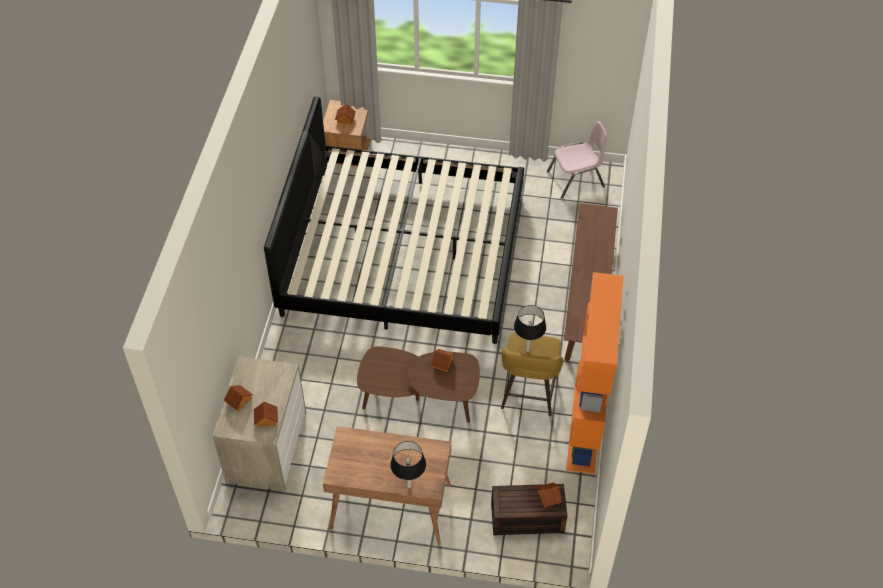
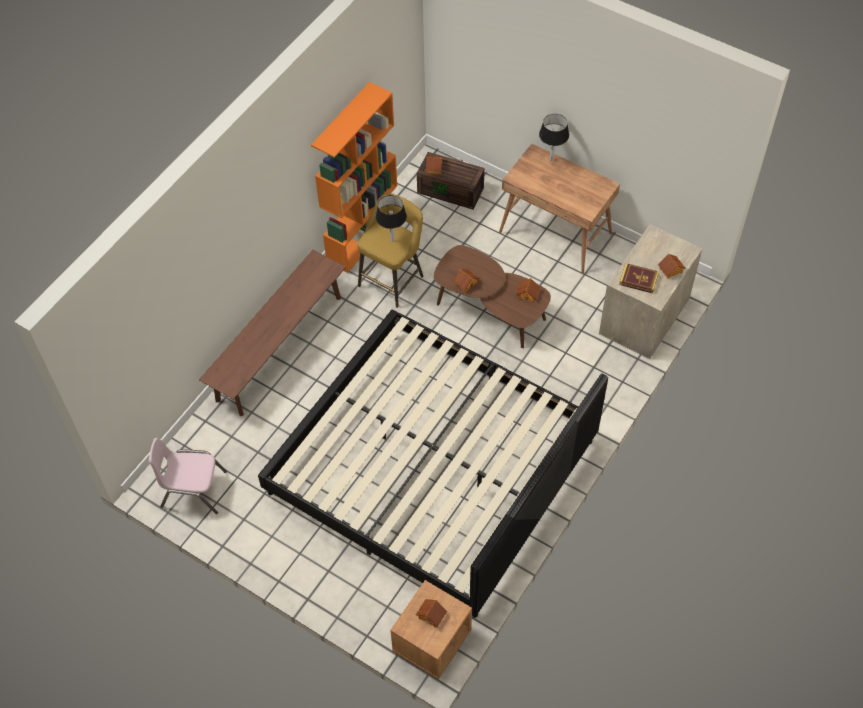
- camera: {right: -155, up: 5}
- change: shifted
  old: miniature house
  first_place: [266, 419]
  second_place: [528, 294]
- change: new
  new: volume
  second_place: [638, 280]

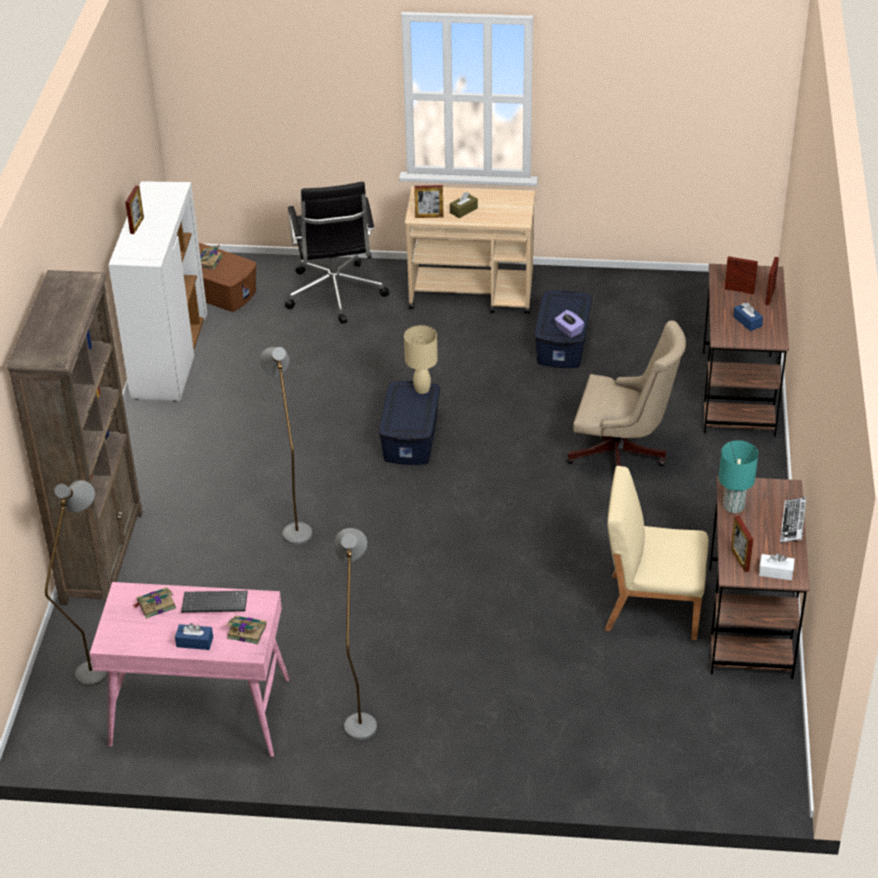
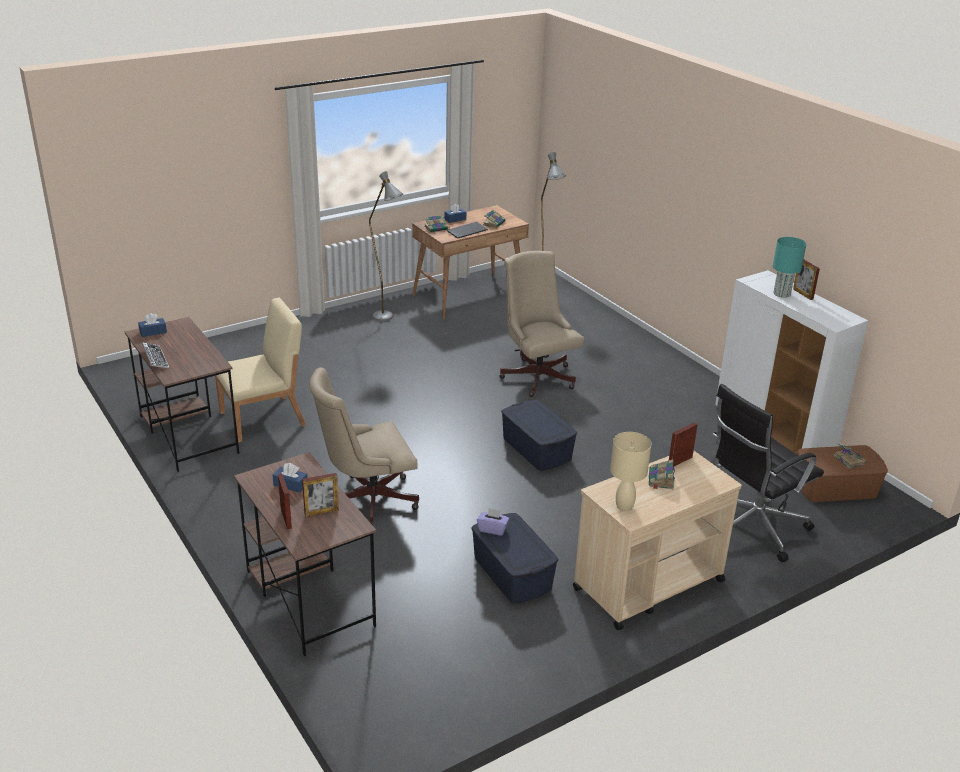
- camera: {right: 140, up: -10}
- change: rotated
  old: office chair/black
  first_place: [335, 295]
  second_place: [751, 528]
  degrees: -75
- change: swapped
  old: tissue holder/brown
  new: volume
  first_place: [463, 210]
  second_place: [661, 480]
- change: gone
  old: bookcase/brown
  first_place: [102, 556]
- change: shifted
  old: tabletop lamp/sand-coloured
  first_place: [421, 389]
  second_place: [624, 506]
- change: swapped
  old: standard lamp/greyish
  new: office chair/sand-coloured
  first_place: [294, 527]
  second_place: [536, 375]
- change: shifted
  old: tabletop lamp/turquoise-coloured
  first_place: [734, 506]
  second_place: [781, 294]
- change: gone
  old: picture frame
  first_place: [740, 559]
- change: repainted
  old: tissue holder/white
  new: tissue holder/blue-coloured
  first_place: [775, 572]
  second_place: [153, 332]
- change: repainted
  old: desk/pink-coloured
  new: desk/brown
  first_place: [199, 713]
  second_place: [469, 296]

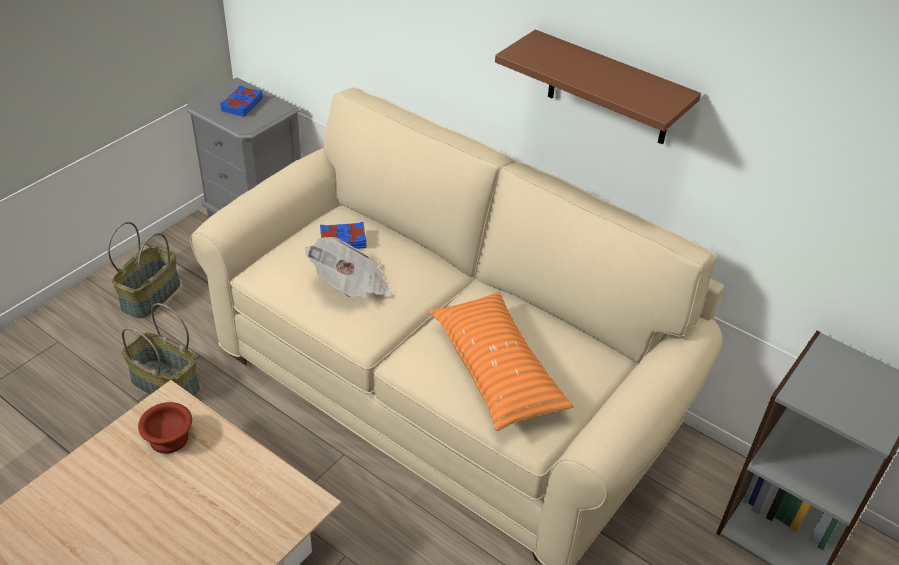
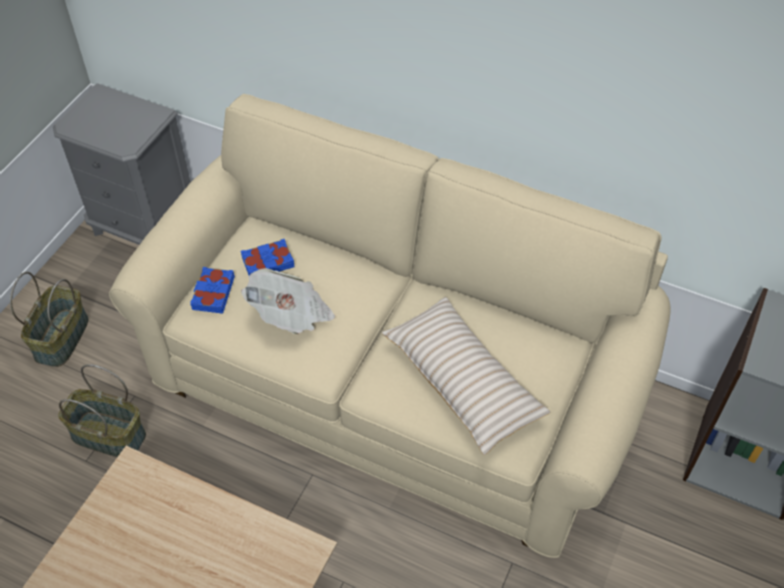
- camera: {right: -10, up: 10}
- change: gone
  old: bracket shelf/brown
  first_place: [609, 89]
- change: shifted
  old: volume/blue-coloured
  first_place: [241, 105]
  second_place: [212, 293]
- change: repainted
  old: cushion/orangey
  new: cushion/sand-coloured
  first_place: [496, 370]
  second_place: [462, 382]
- change: gone
  old: deep dish/brown
  first_place: [167, 439]

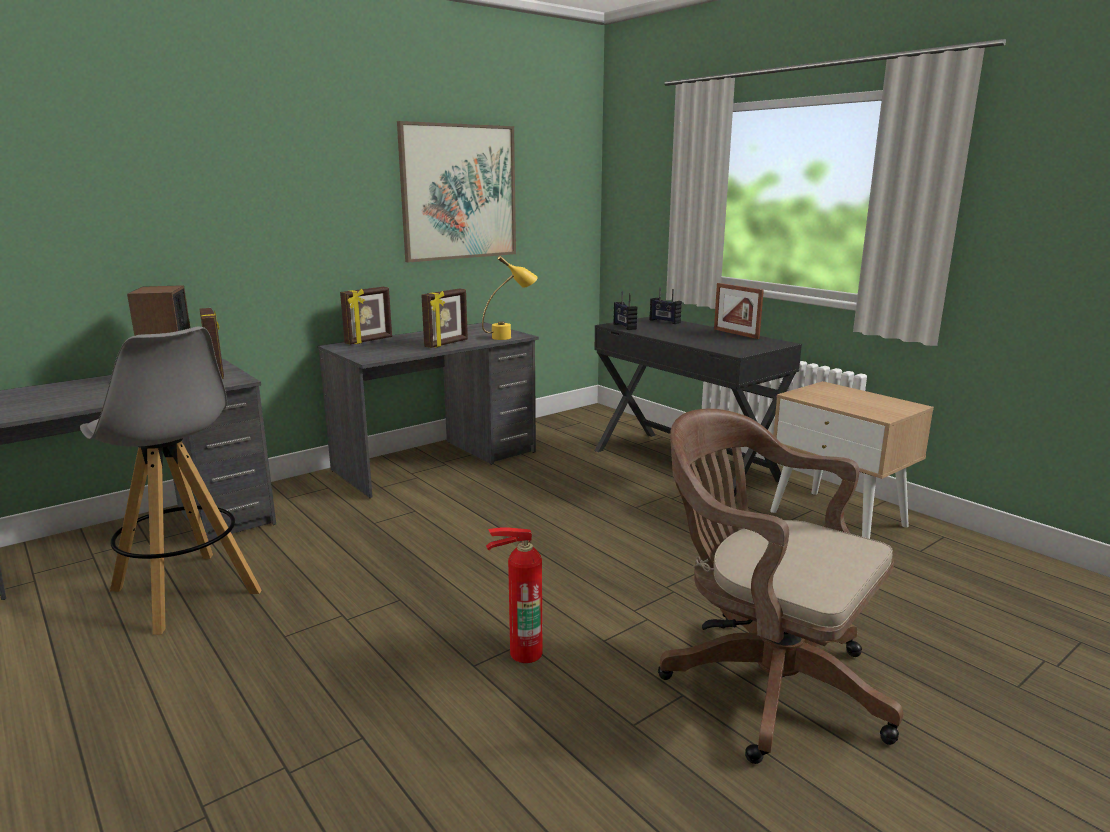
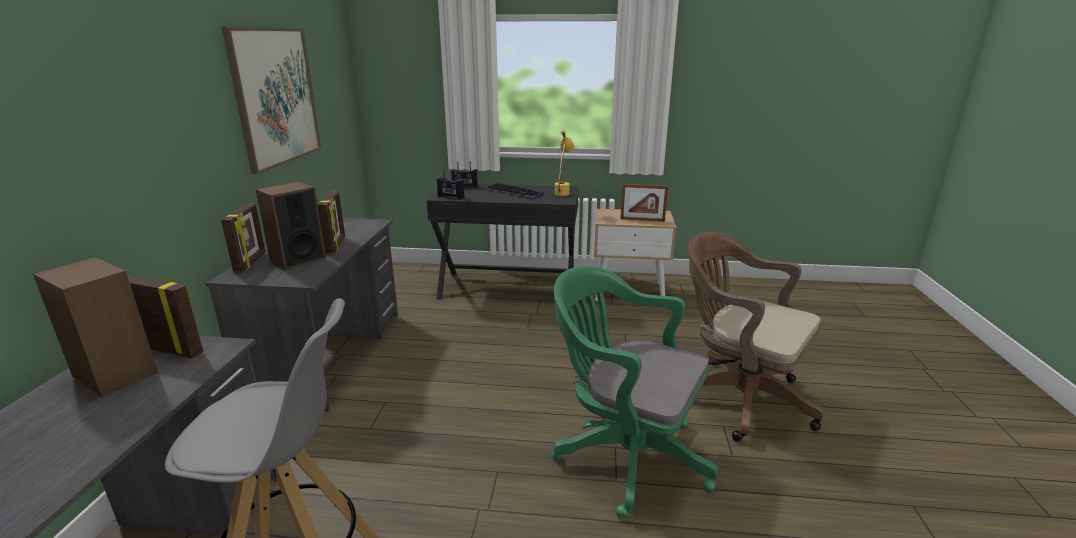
- camera: {right: -45, up: 5}
- change: shifted
  old: tabletop lamp/yellow
  first_place: [510, 336]
  second_place: [563, 192]
- change: shifted
  old: picture frame
  first_place: [736, 334]
  second_place: [642, 220]
- change: rotated
  old: office chair/brown
  first_place: [763, 682]
  second_place: [737, 397]
  degrees: 45
- change: swapped
  old: fire extinguisher
  new: office chair/green
  first_place: [522, 652]
  second_place: [624, 454]
- change: new
  new: loudspeaker
  second_place: [298, 260]
- change: new
  new: keyboard
  second_place: [514, 192]

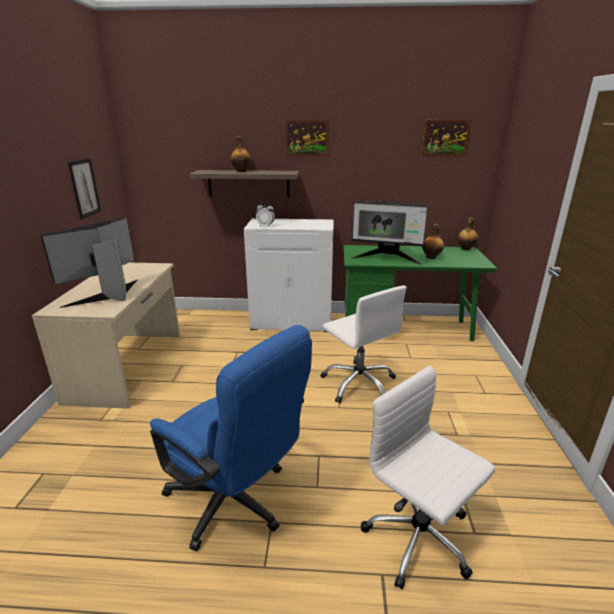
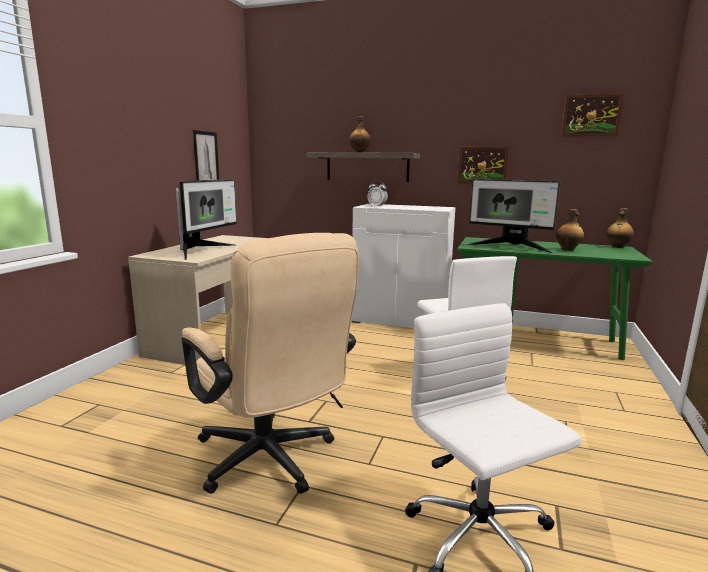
- camera: {right: 15, up: -10}
- change: shifted
  old: picture
  first_place: [307, 138]
  second_place: [482, 165]
- change: rotated
  old: monitor
  first_place: [108, 295]
  second_place: [203, 251]
  degrees: 150
- change: repainted
  old: office chair/blue-coloured
  new: office chair/sand-coloured
  first_place: [236, 503]
  second_place: [271, 461]

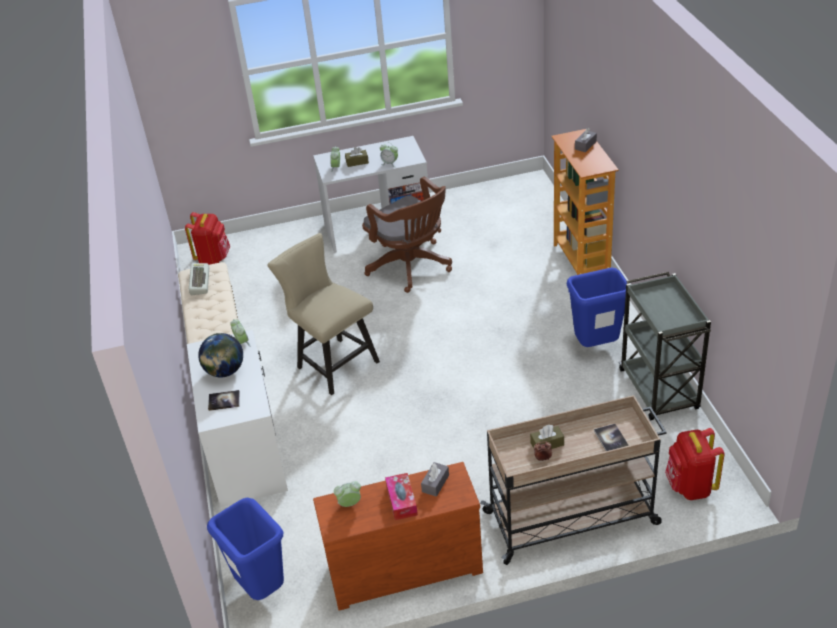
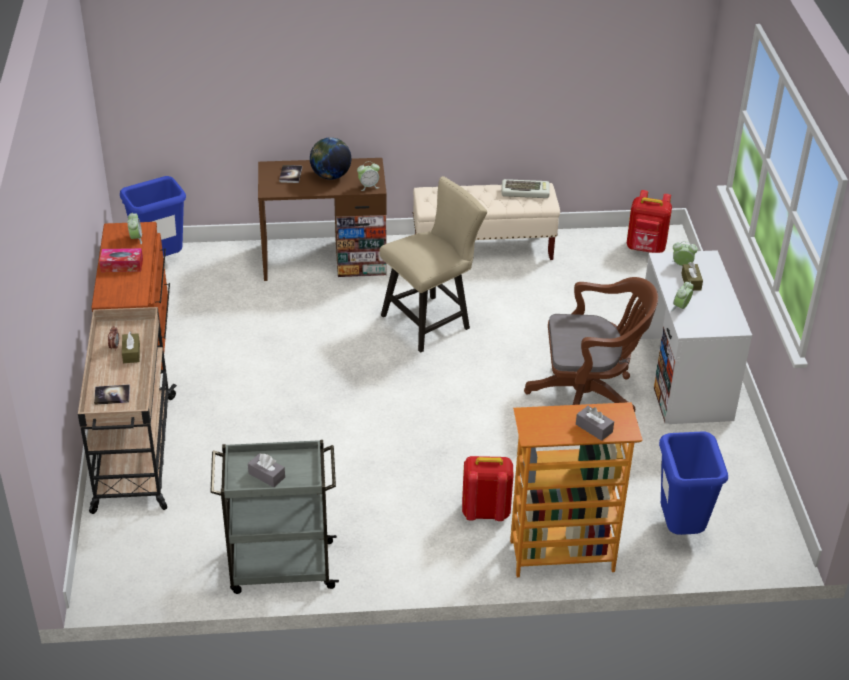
- camera: {right: 95, up: 0}
- change: rotated
  old: office chair/brown
  first_place: [411, 267]
  second_place: [589, 397]
  degrees: -150
- change: shifted
  old: trash can/blue-coloured
  first_place: [596, 346]
  second_place: [680, 529]
- change: repainted
  old: desk/white
  new: desk/brown
  first_place: [245, 452]
  second_place: [324, 259]
- change: shifted
  old: knapsack/red
  first_place: [690, 487]
  second_place: [485, 511]
- change: shifted
  old: tissue holder/greyish
  first_place: [435, 483]
  second_place: [266, 475]

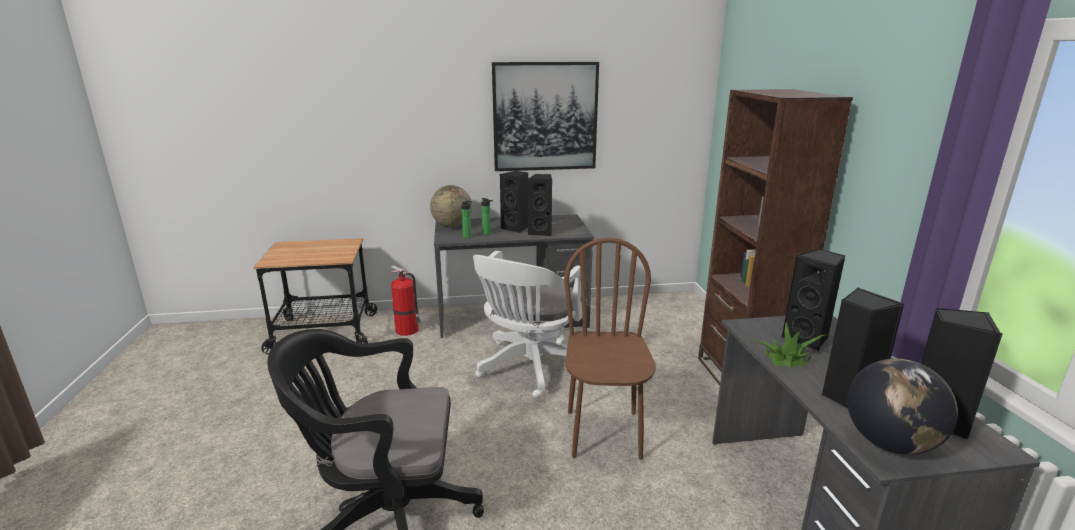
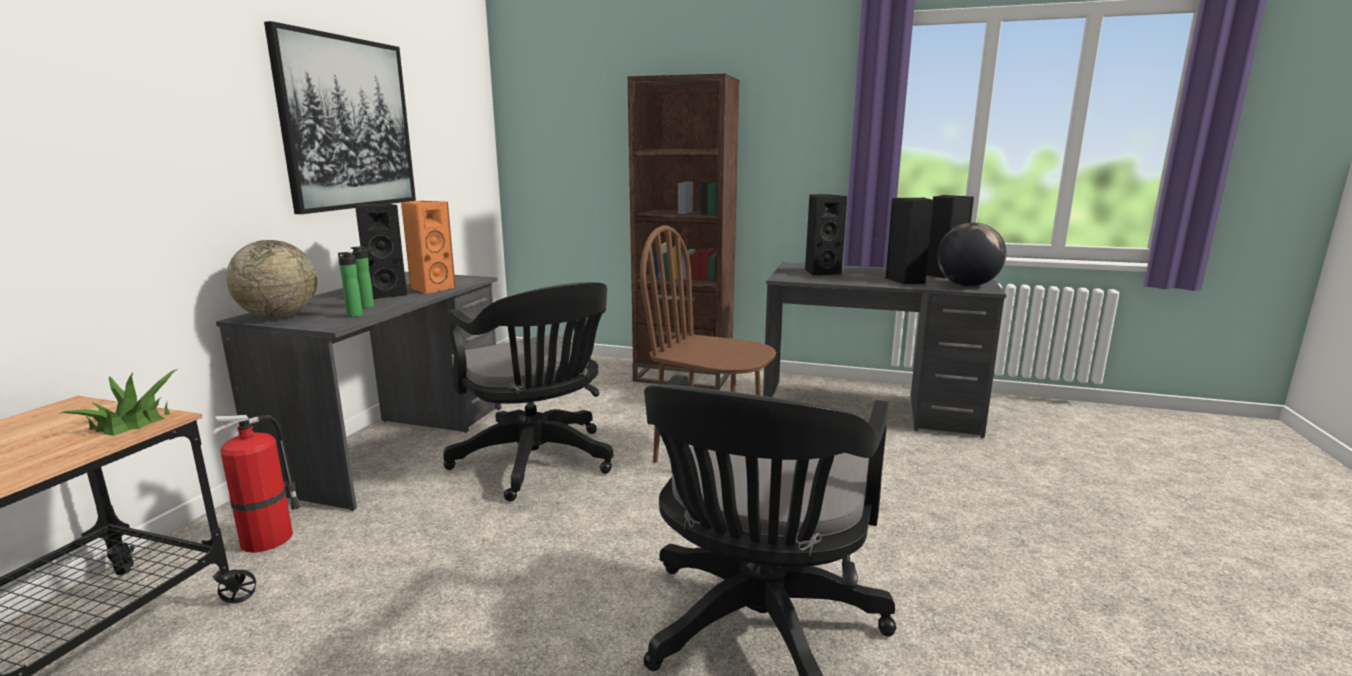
- camera: {right: -65, up: -5}
- change: repainted
  old: loudspeaker/black
  new: loudspeaker/orangey
  first_place: [541, 232]
  second_place: [431, 288]
- change: repainted
  old: office chair/white
  new: office chair/black
  first_place: [529, 368]
  second_place: [538, 463]
- change: shifted
  old: houseplant
  first_place: [787, 358]
  second_place: [131, 422]

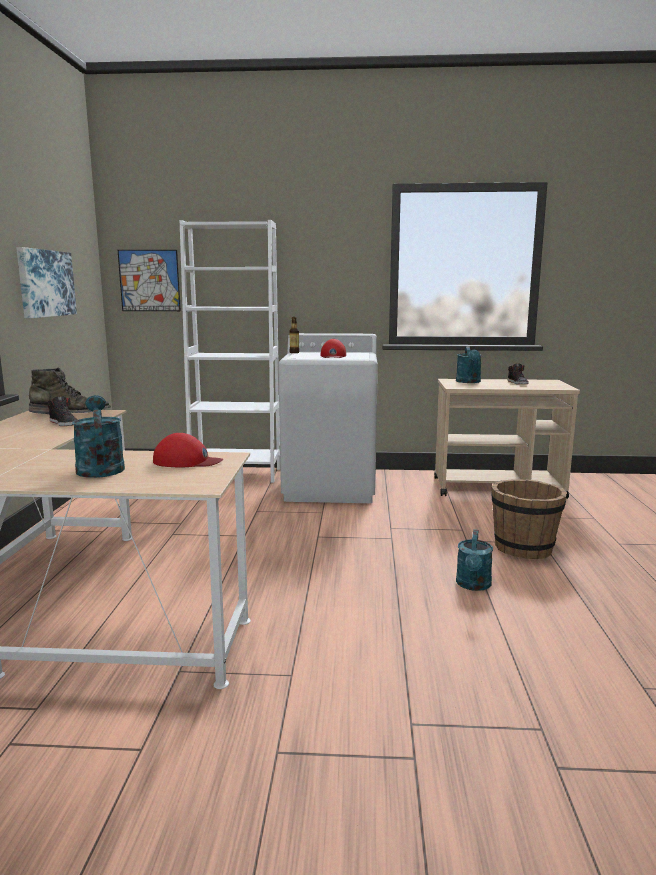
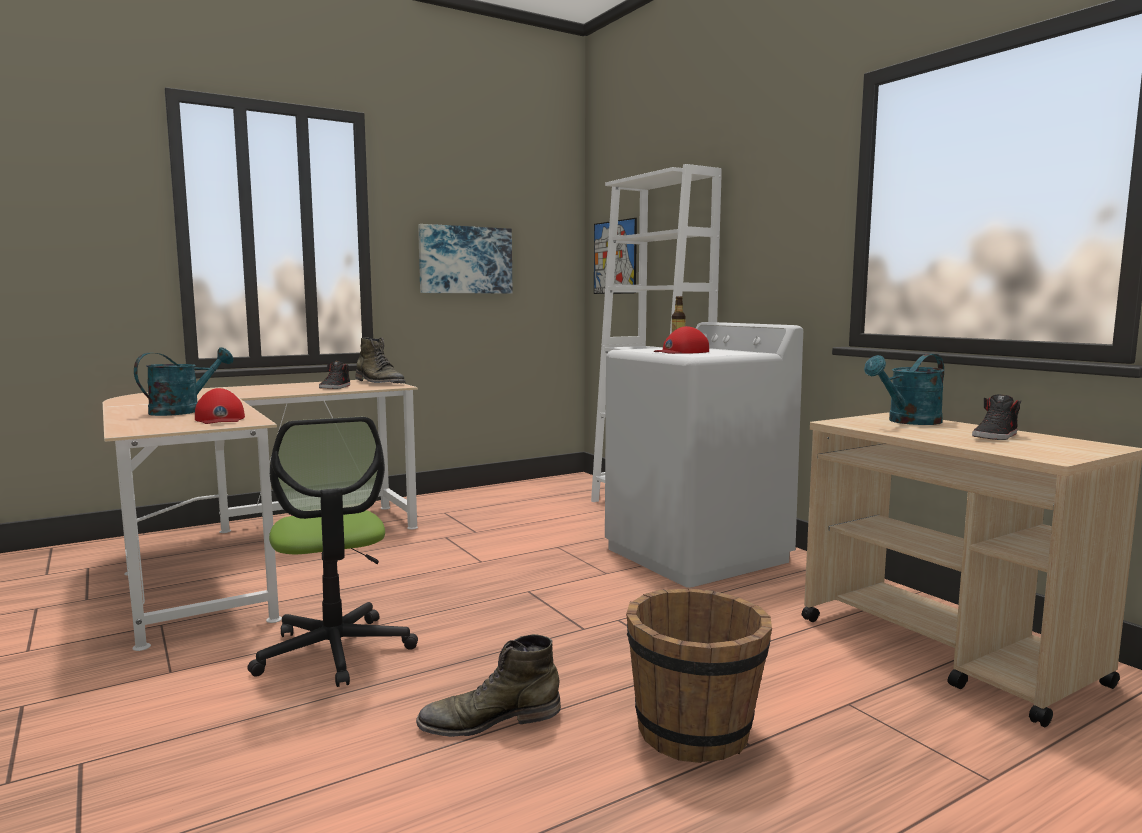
- camera: {right: 55, up: -5}
- change: swapped
  old: sprinkling can/turquoise-coloured
  new: boot/green
  first_place: [473, 585]
  second_place: [489, 720]
- change: new
  new: office chair
  second_place: [335, 651]

